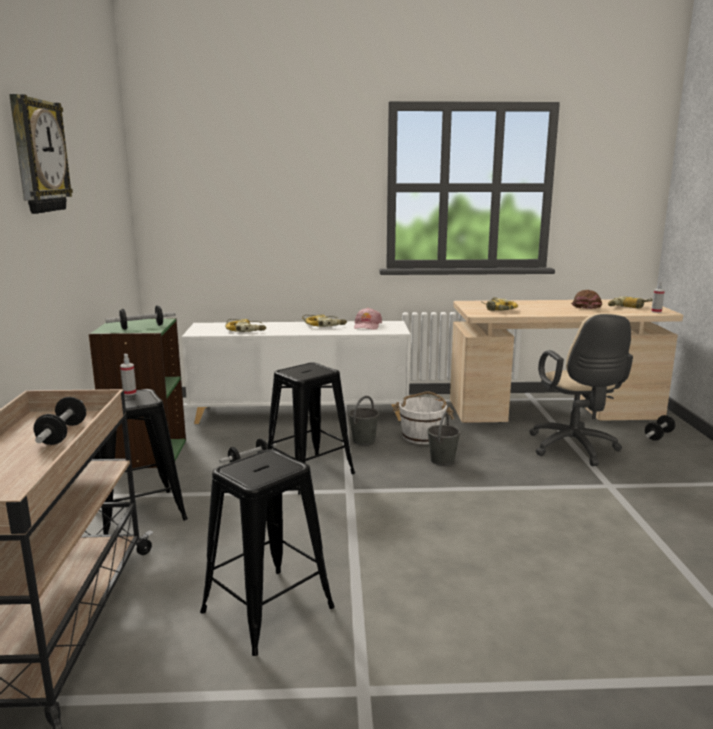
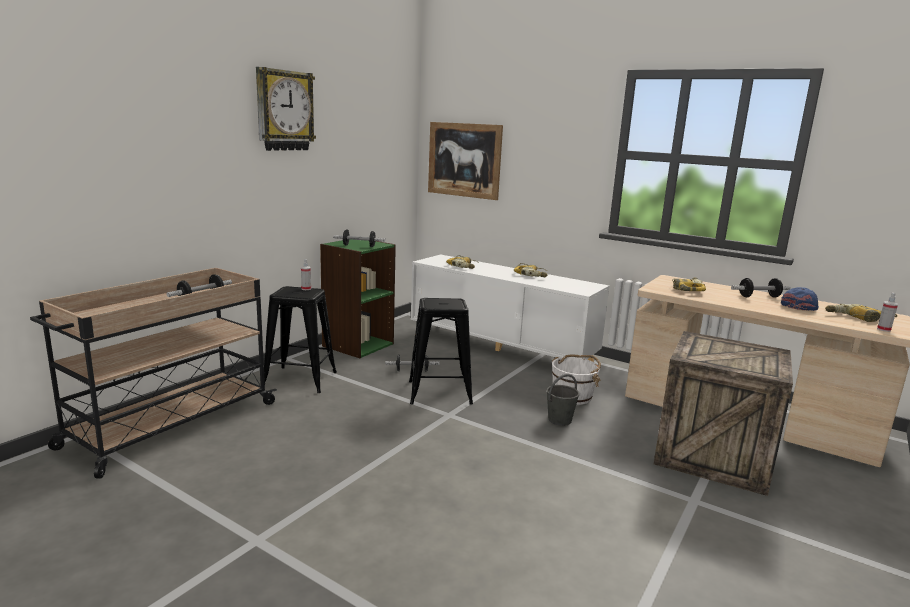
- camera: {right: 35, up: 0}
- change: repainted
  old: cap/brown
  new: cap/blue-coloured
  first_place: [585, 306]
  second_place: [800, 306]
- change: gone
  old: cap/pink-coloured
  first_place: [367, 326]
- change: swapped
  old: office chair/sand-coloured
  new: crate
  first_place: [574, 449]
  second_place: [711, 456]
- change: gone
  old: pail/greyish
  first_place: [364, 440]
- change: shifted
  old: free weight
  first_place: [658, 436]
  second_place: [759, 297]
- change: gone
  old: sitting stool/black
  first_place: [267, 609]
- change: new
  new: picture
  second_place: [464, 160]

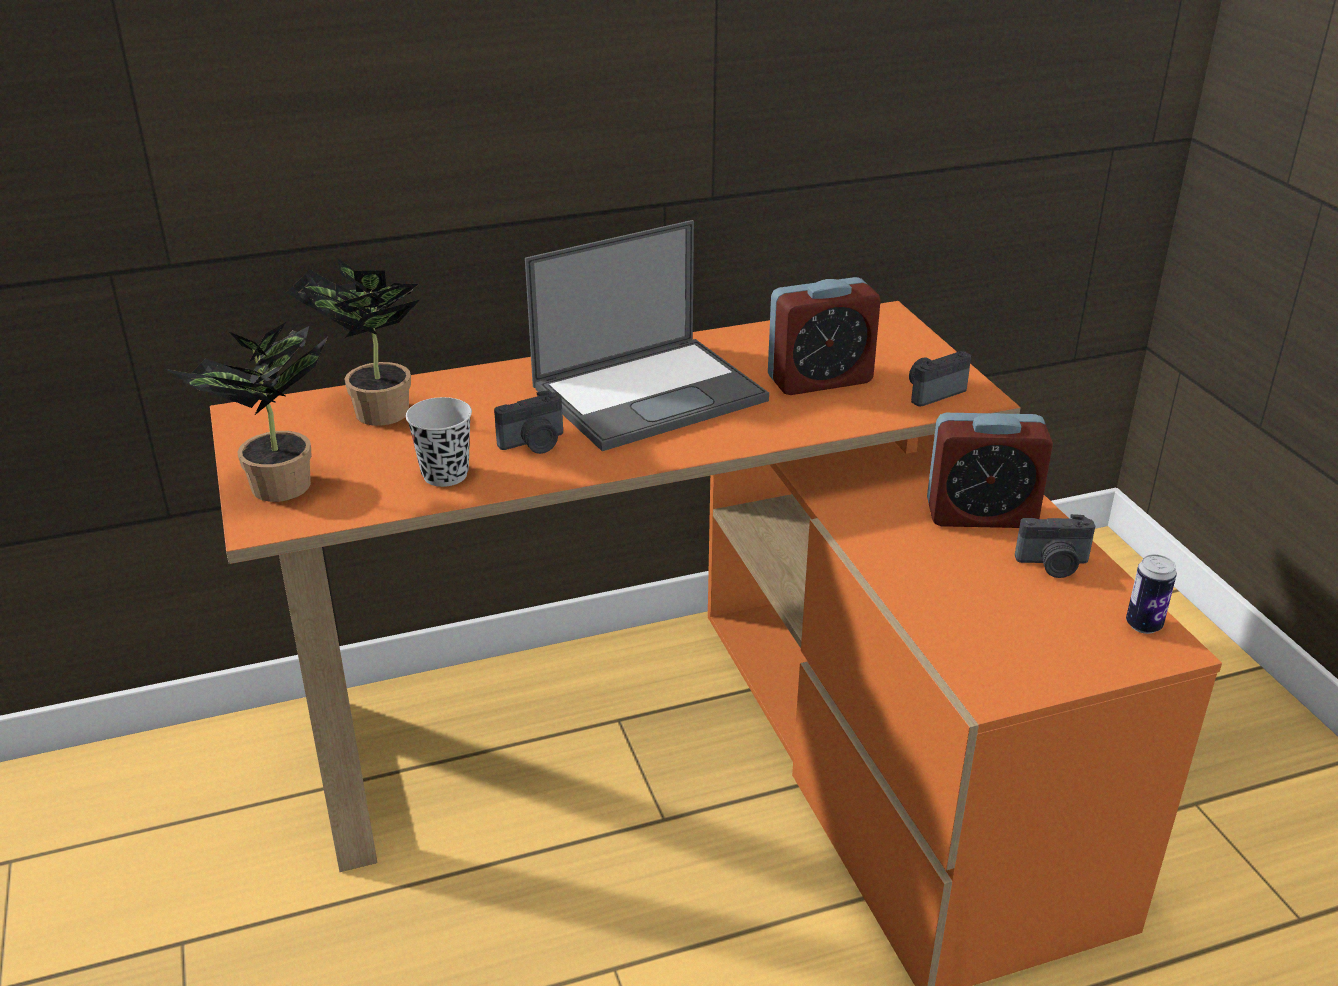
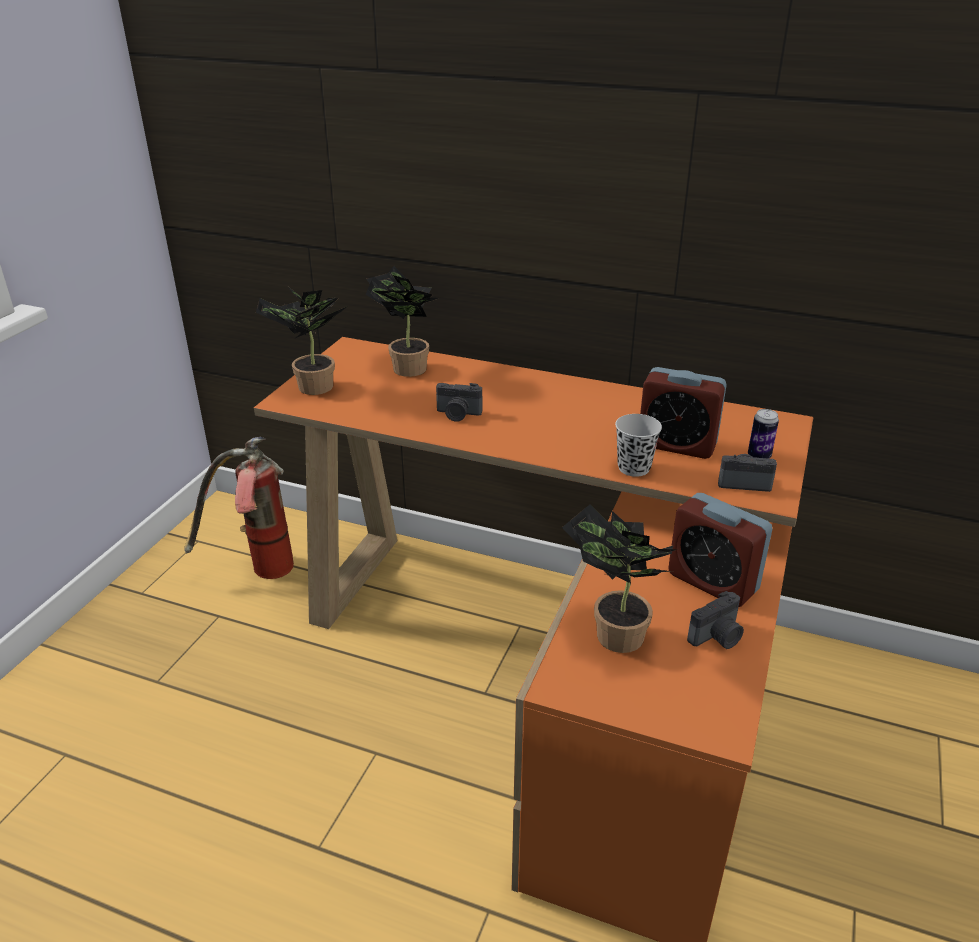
- camera: {right: 40, up: 0}
- change: gone
  old: notebook computer
  first_place: [651, 392]
- change: shifted
  old: drinking cup/black
  first_place: [445, 475]
  second_place: [634, 468]
- change: rotated
  old: photo camera
  first_place: [1053, 565]
  second_place: [717, 637]
  degrees: -75
- change: shifted
  old: metal can
  first_place: [1143, 625]
  second_place: [759, 456]
- change: new
  new: fire extinguisher
  second_place: [257, 572]
- change: new
  new: houseplant
  second_place: [612, 634]

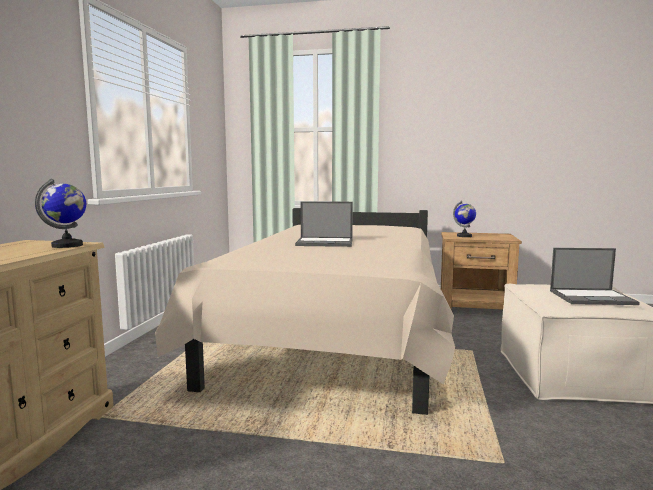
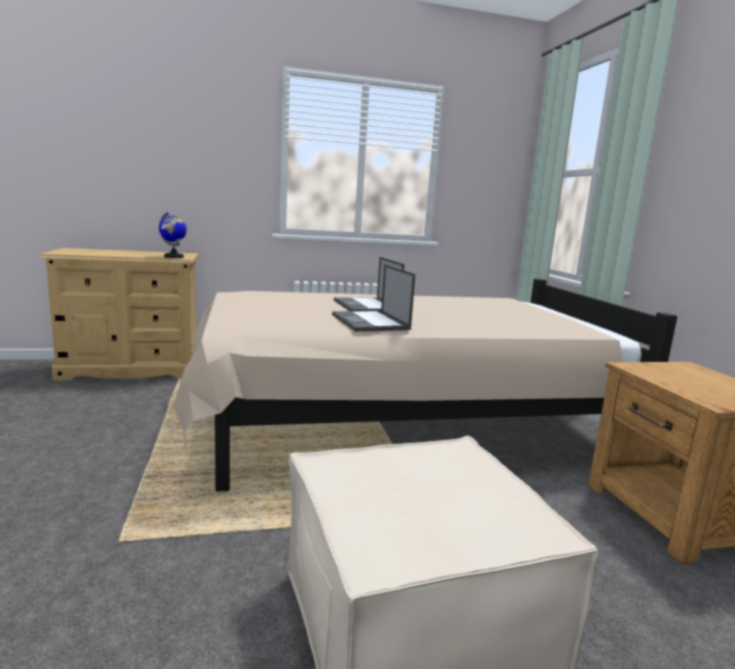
- camera: {right: 65, up: 5}
- change: gone
  old: globe
  first_place: [464, 236]
- change: shifted
  old: notebook computer
  first_place: [592, 297]
  second_place: [370, 322]

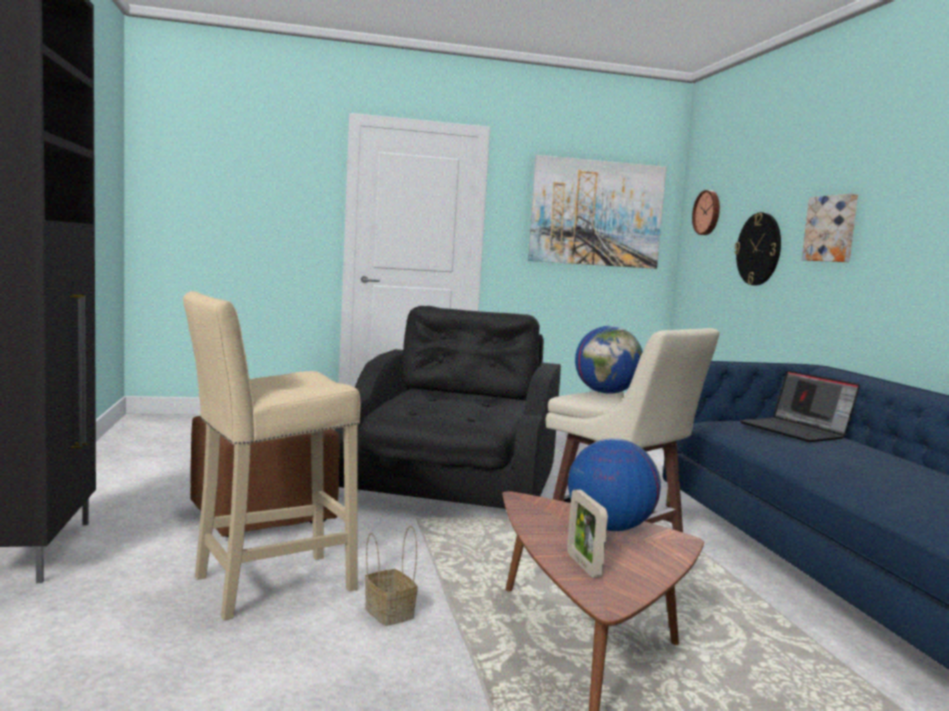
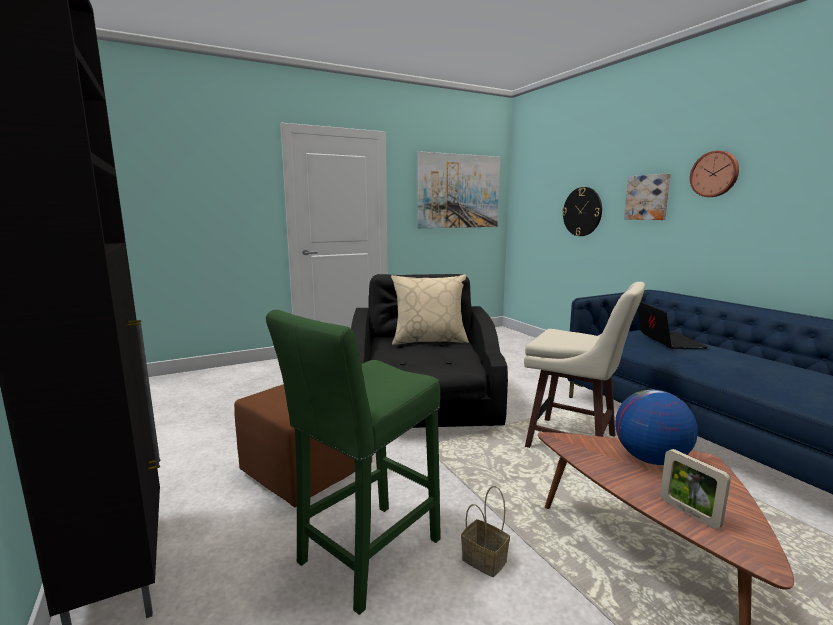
- camera: {right: -15, up: 5}
- change: shifted
  old: wall clock
  first_place: [708, 212]
  second_place: [715, 174]
- change: repainted
  old: sitting stool/sand-coloured
  new: sitting stool/green
  first_place: [266, 586]
  second_place: [365, 556]
- change: gone
  old: globe
  first_place: [606, 393]
- change: rotated
  old: notebook computer
  first_place: [796, 431]
  second_place: [666, 340]
  degrees: -135
- change: new
  new: cushion/sand-coloured
  second_place: [429, 340]

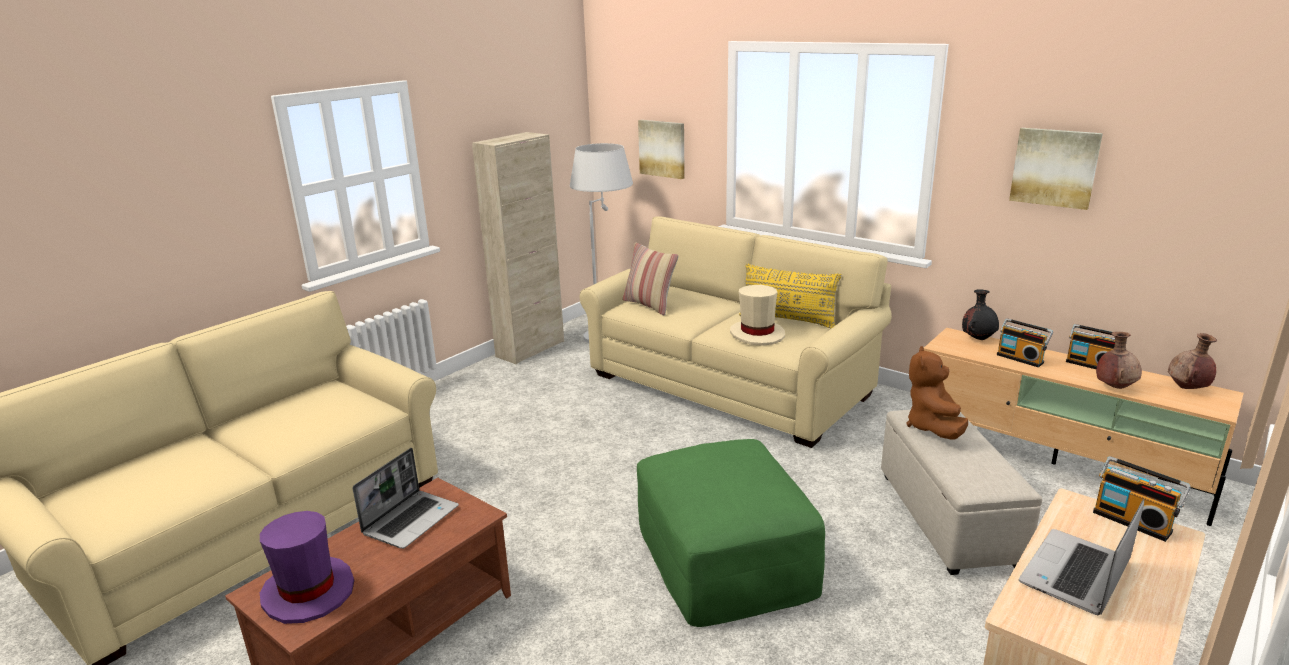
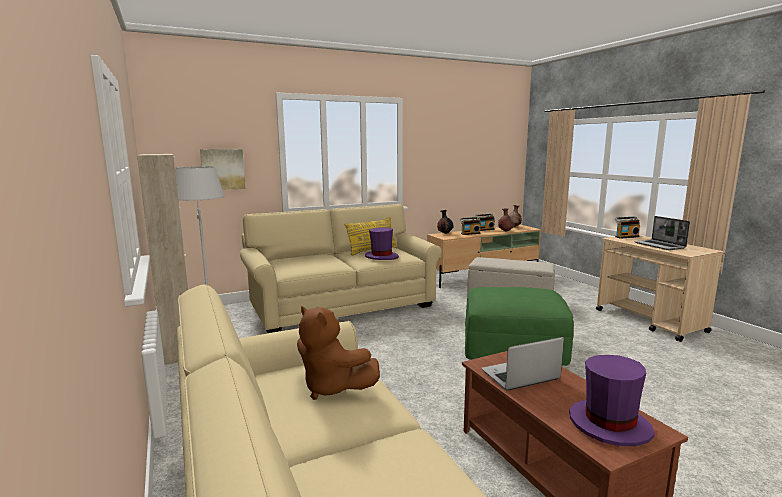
- camera: {right: -65, up: -10}
- change: gone
  old: picture
  first_place: [1054, 167]
- change: gone
  old: cushion
  first_place: [649, 305]
- change: repainted
  old: hat/sand-coloured
  new: hat/purple
  first_place: [757, 334]
  second_place: [381, 257]
- change: shifted
  old: soft toy/brown
  first_place: [933, 427]
  second_place: [332, 387]
- change: rotated
  old: notebook computer
  first_place: [411, 520]
  second_place: [519, 376]
  degrees: -75

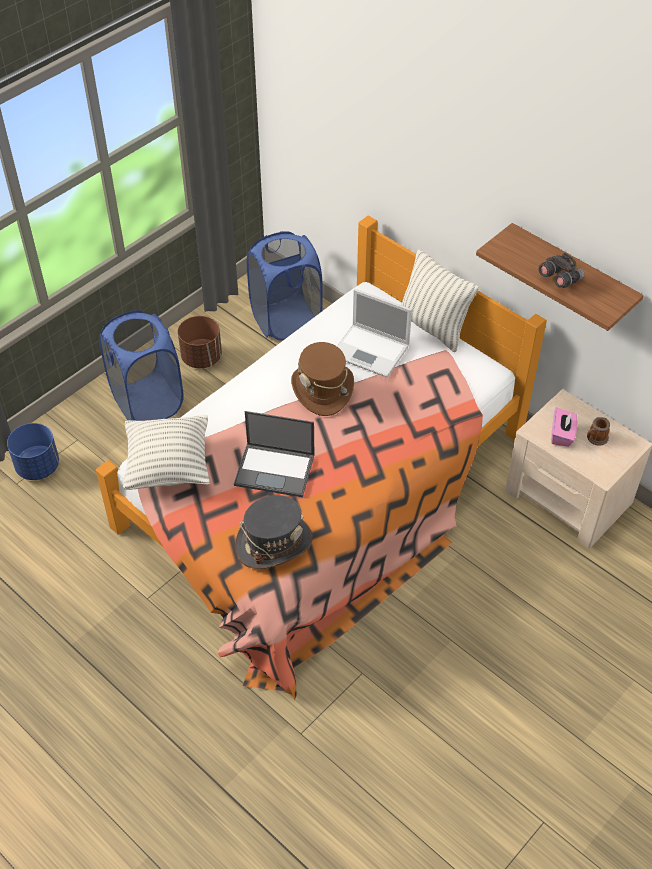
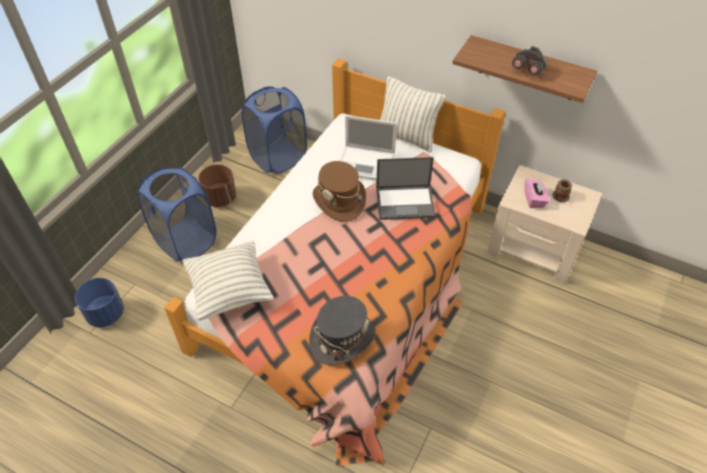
- camera: {right: -15, up: 0}
- change: shifted
  old: notebook computer
  first_place: [275, 470]
  second_place: [406, 202]

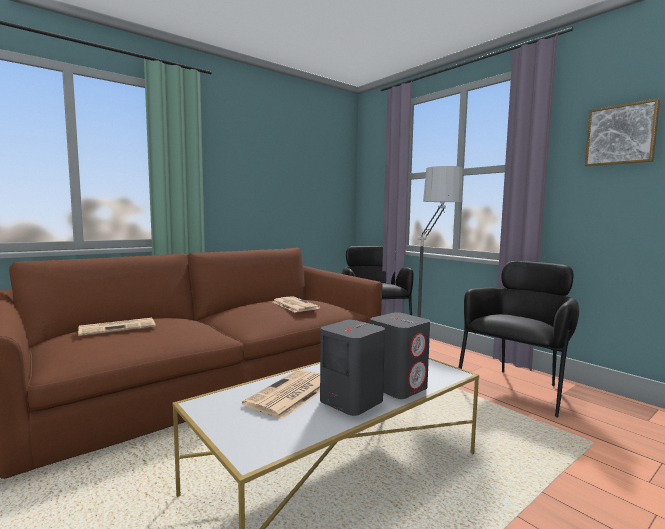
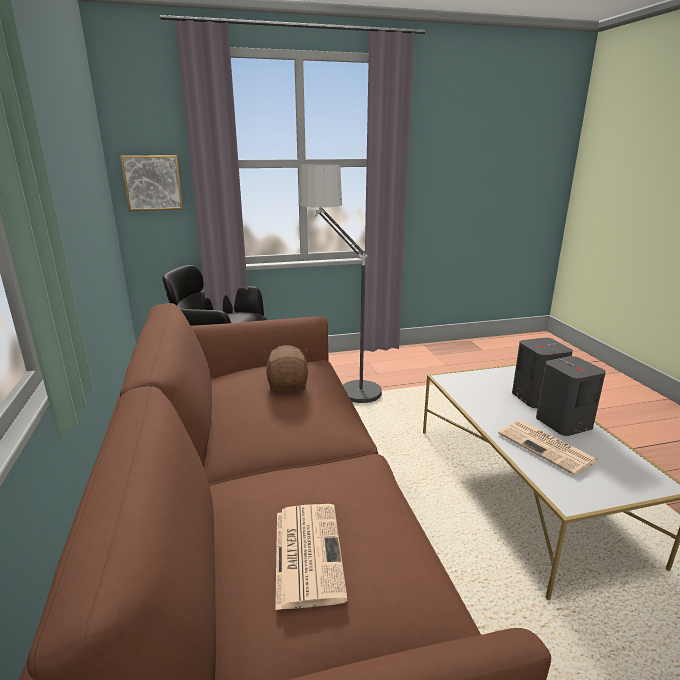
- camera: {right: -65, up: 15}
- change: shifted
  old: picture
  first_place: [621, 135]
  second_place: [153, 183]
- change: gone
  old: lounge chair/black
  first_place: [517, 387]
- change: swapped
  old: printed paper
  new: soft toy/brown
  first_place: [294, 305]
  second_place: [288, 385]

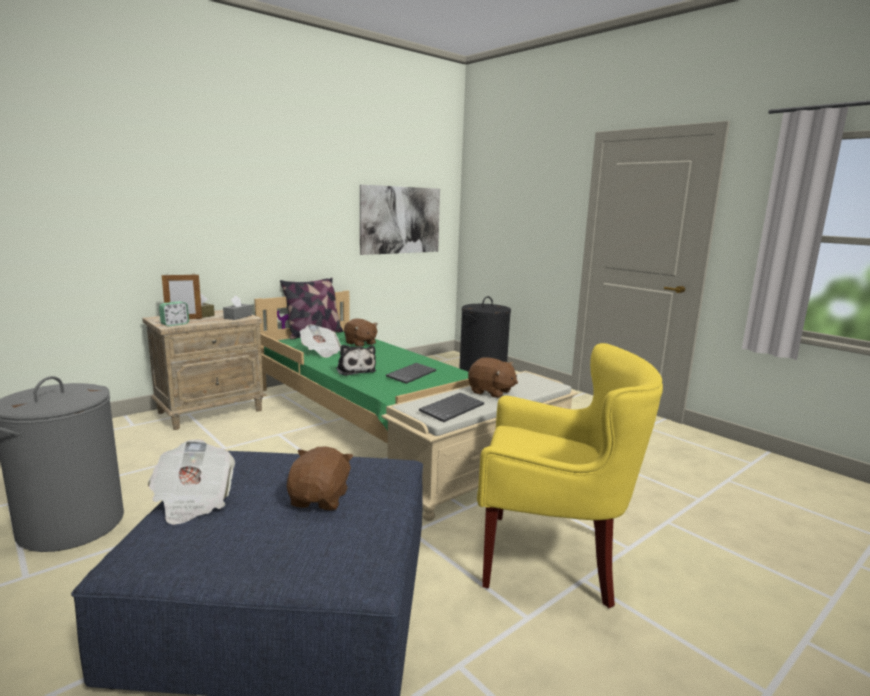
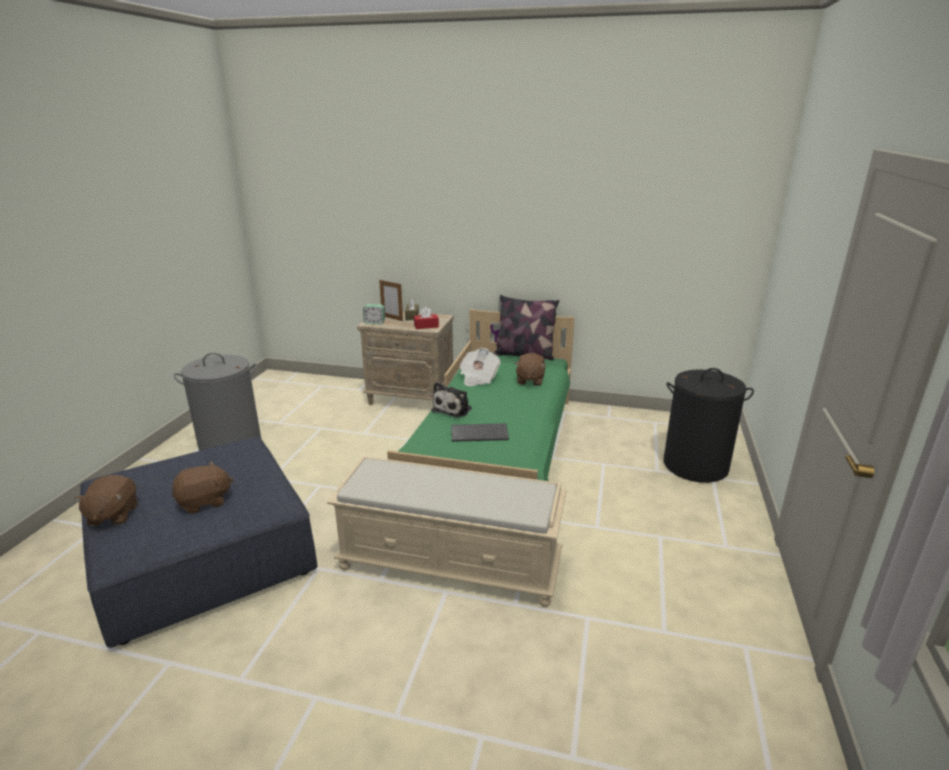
- camera: {right: 55, up: 10}
- change: gone
  old: picture
  first_place: [400, 220]
- change: repainted
  old: tissue holder/greyish
  new: tissue holder/red
  first_place: [238, 317]
  second_place: [426, 326]
- change: gone
  old: lounge chair/yellow
  first_place: [552, 560]
- change: shifted
  old: soft toy/brown
  first_place: [491, 392]
  second_place: [113, 515]
- change: gone
  old: keyboard
  first_place: [451, 408]
- change: gone
  old: printed paper
  first_place: [193, 501]

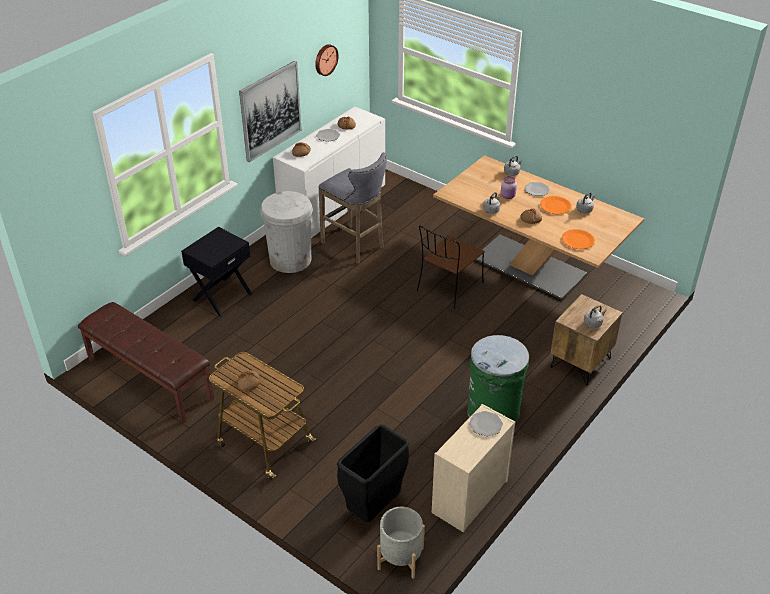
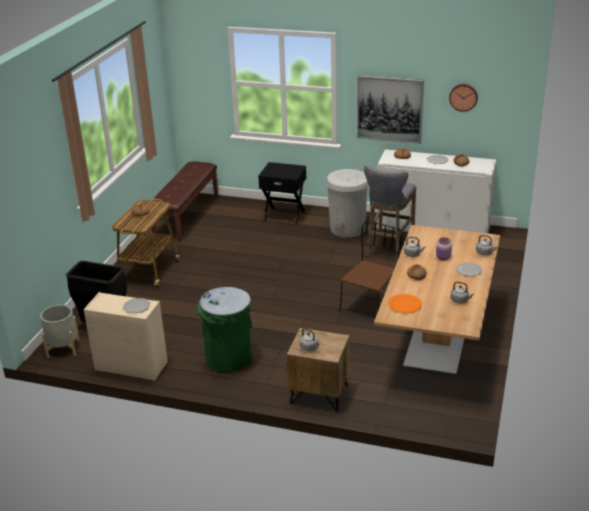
- camera: {right: 70, up: -10}
- change: gone
  old: flat dish/orangey
  first_place: [555, 206]
- change: rotated
  old: chair/brown
  first_place: [449, 288]
  second_place: [371, 304]
  degrees: 105

